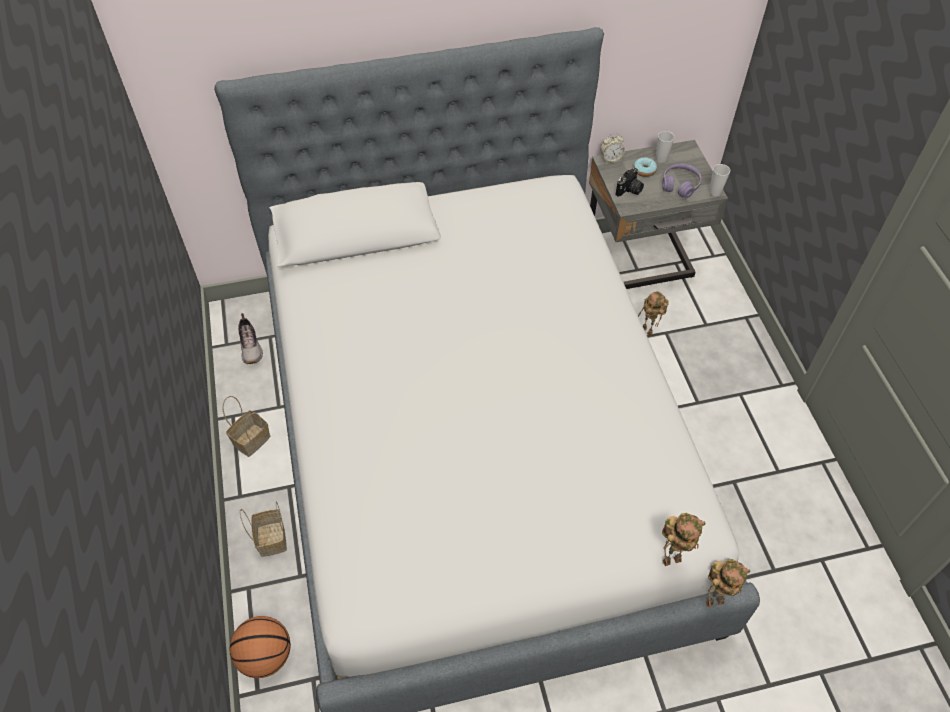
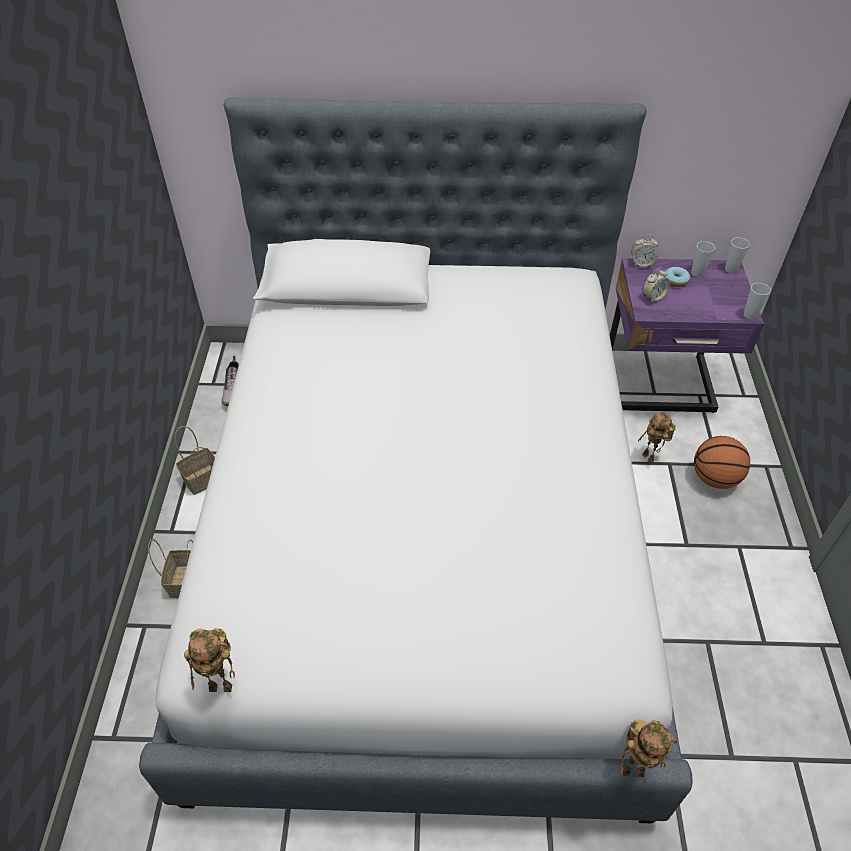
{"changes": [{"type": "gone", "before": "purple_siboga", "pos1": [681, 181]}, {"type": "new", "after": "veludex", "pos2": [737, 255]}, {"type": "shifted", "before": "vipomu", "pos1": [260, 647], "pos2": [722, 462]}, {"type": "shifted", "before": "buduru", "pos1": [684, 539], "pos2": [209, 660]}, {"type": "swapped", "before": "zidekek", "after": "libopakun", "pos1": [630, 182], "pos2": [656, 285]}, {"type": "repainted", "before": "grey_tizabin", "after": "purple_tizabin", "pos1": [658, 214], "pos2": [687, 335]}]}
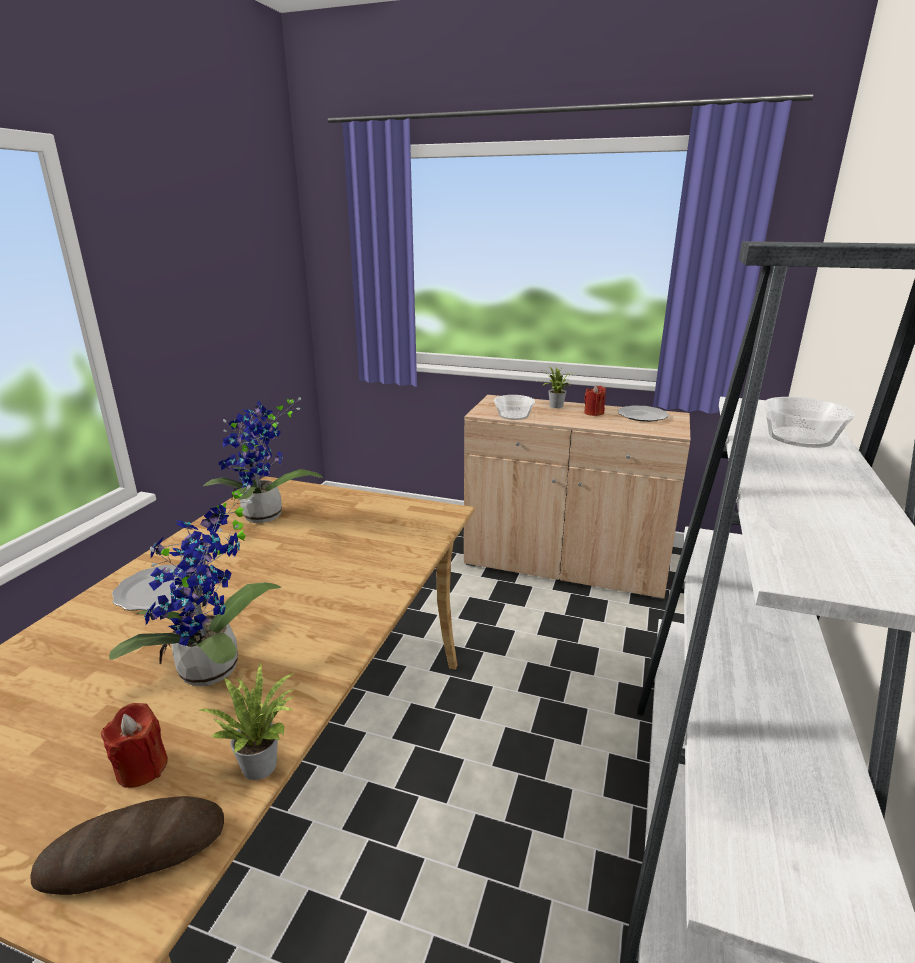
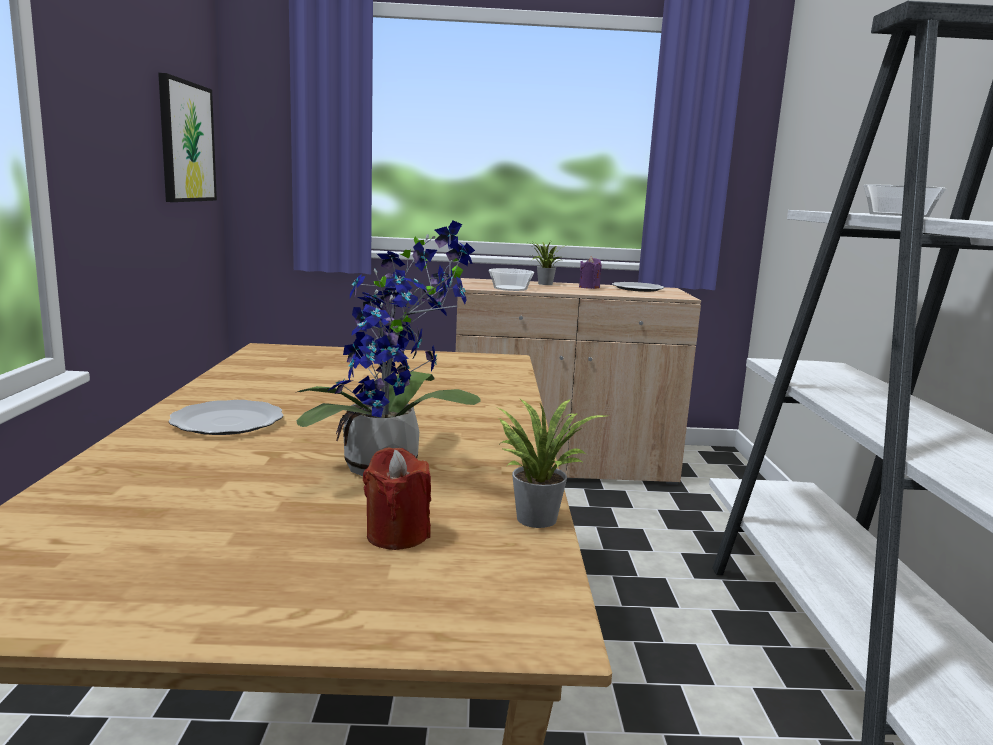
{"changes": [{"type": "gone", "before": "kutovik", "pos1": [127, 845]}, {"type": "gone", "before": "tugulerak", "pos1": [263, 460]}, {"type": "new", "after": "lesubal", "pos2": [187, 137]}, {"type": "repainted", "before": "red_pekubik", "after": "purple_pekubik", "pos1": [595, 400], "pos2": [590, 273]}]}
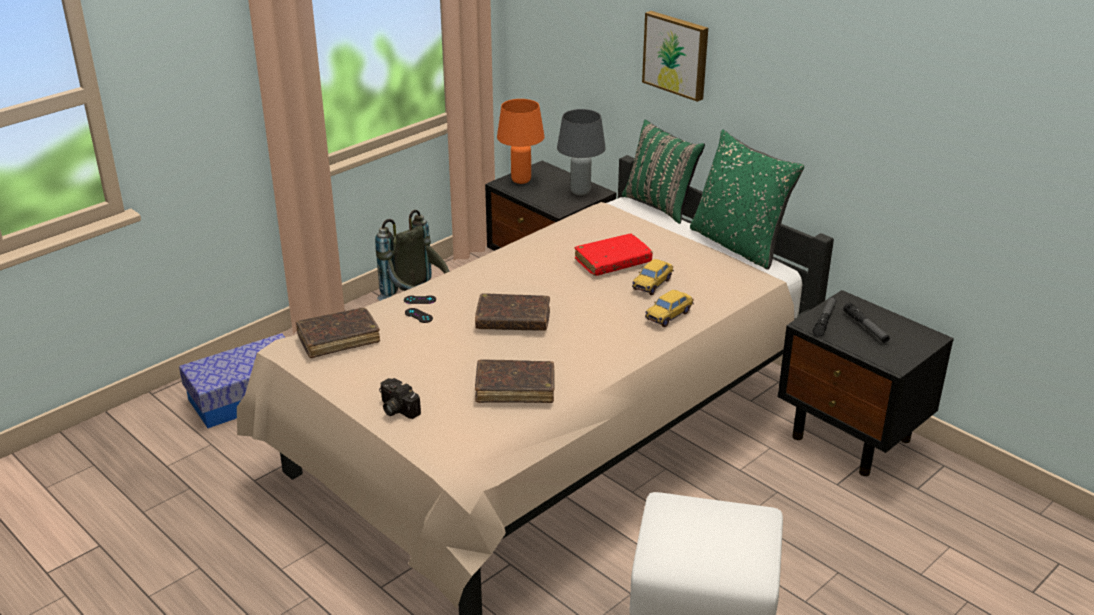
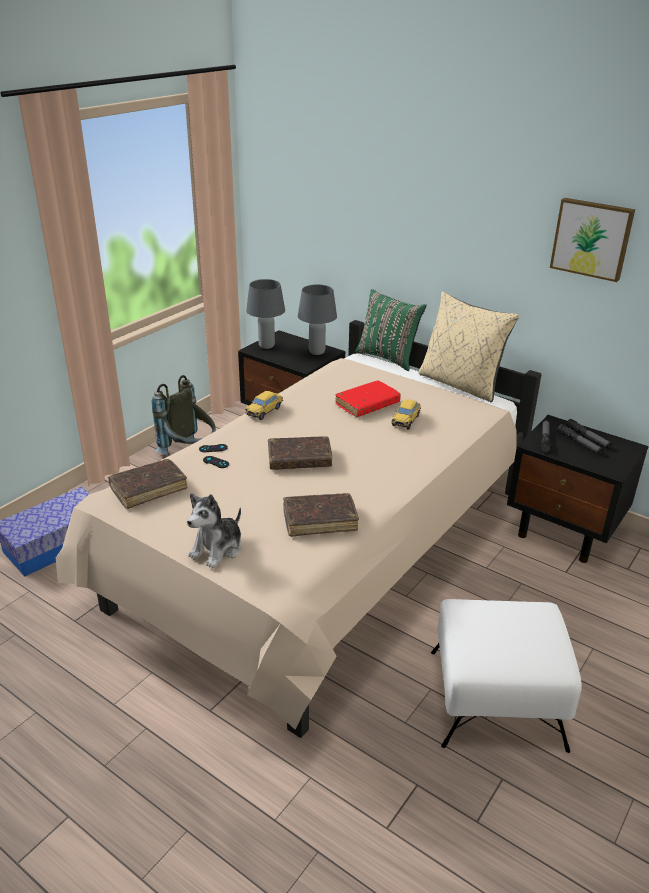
{"changes": [{"type": "new", "after": "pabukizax", "pos2": [589, 433]}, {"type": "shifted", "before": "lesubal", "pos1": [675, 56], "pos2": [592, 240]}, {"type": "shifted", "before": "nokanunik", "pos1": [669, 308], "pos2": [264, 405]}, {"type": "swapped", "before": "zidekek", "after": "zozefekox", "pos1": [400, 398], "pos2": [214, 531]}, {"type": "repainted", "before": "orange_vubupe", "after": "grey_vubupe", "pos1": [521, 141], "pos2": [265, 314]}, {"type": "repainted", "before": "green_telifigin", "after": "beige_telifigin", "pos1": [747, 199], "pos2": [469, 346]}]}
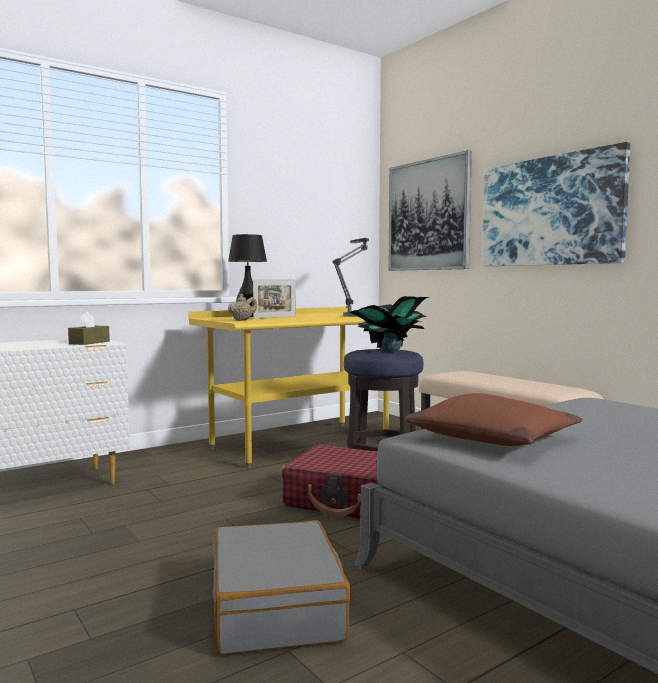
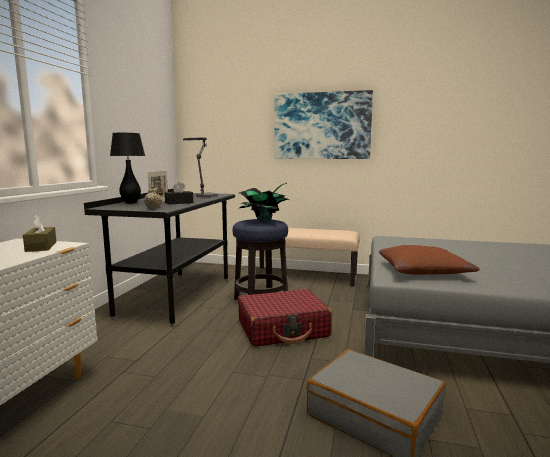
{"changes": [{"type": "gone", "before": "lesubal", "pos1": [430, 210]}, {"type": "new", "after": "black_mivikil", "pos2": [179, 193]}, {"type": "repainted", "before": "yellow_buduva", "after": "black_buduva", "pos1": [289, 387], "pos2": [159, 258]}]}
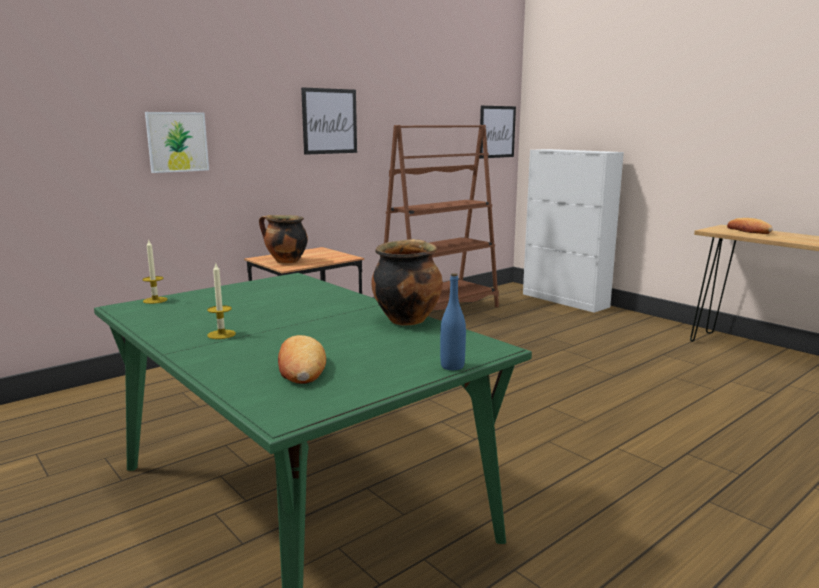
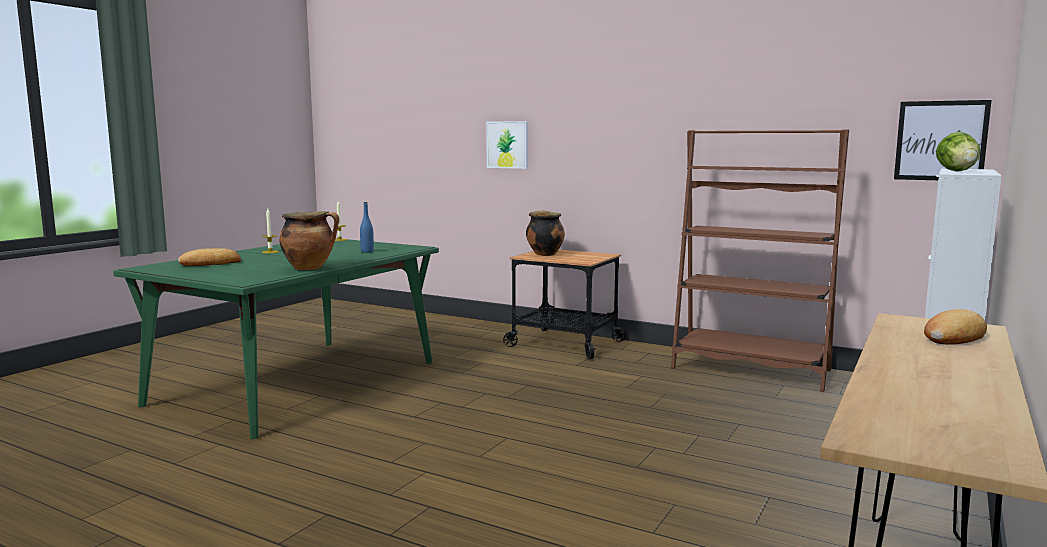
{"changes": [{"type": "gone", "before": "lesubal", "pos1": [329, 121]}, {"type": "new", "after": "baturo", "pos2": [958, 152]}, {"type": "shifted", "before": "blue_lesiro", "pos1": [453, 321], "pos2": [367, 227]}]}
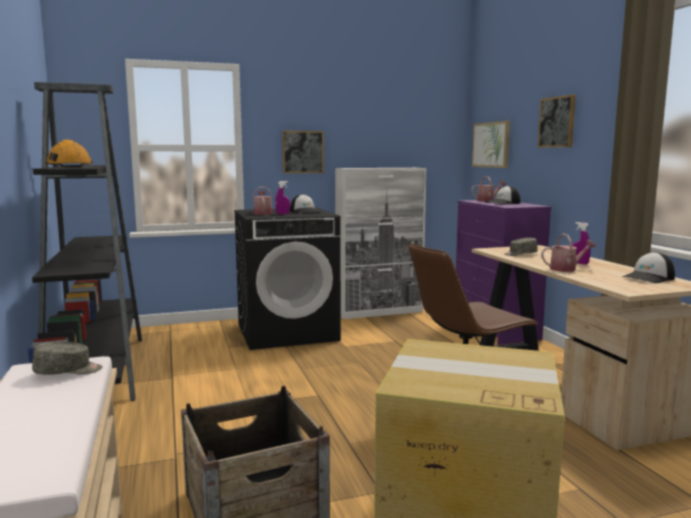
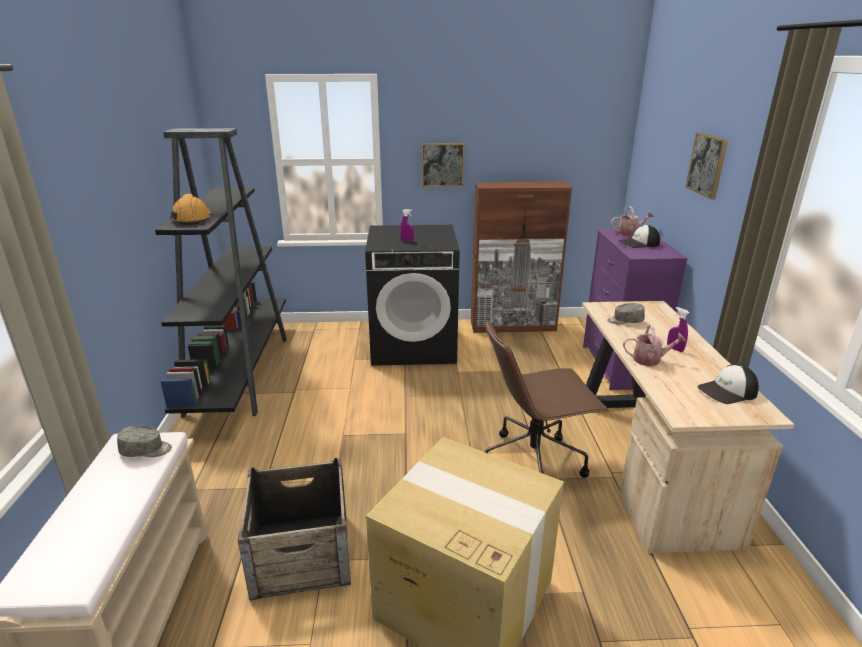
{"changes": [{"type": "gone", "before": "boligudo", "pos1": [263, 201]}, {"type": "gone", "before": "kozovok", "pos1": [305, 203]}, {"type": "gone", "before": "lesubal", "pos1": [491, 144]}, {"type": "repainted", "before": "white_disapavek", "after": "brown_disapavek", "pos1": [381, 243], "pos2": [521, 257]}]}
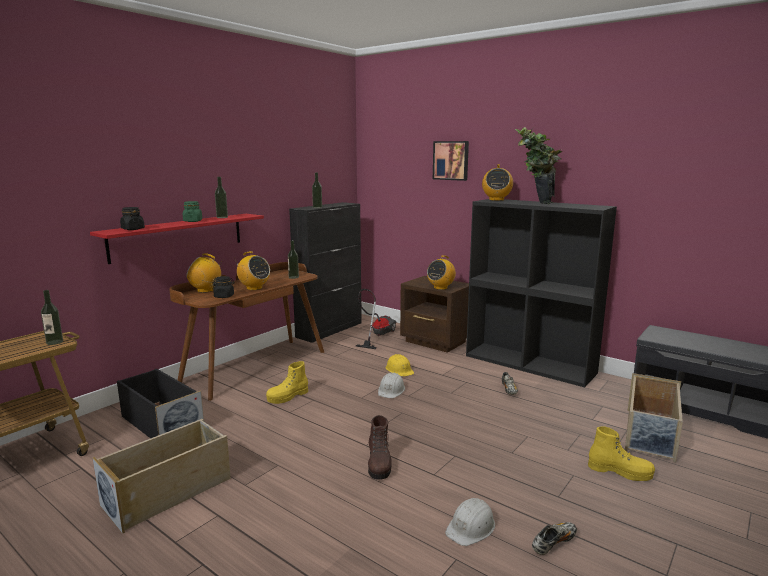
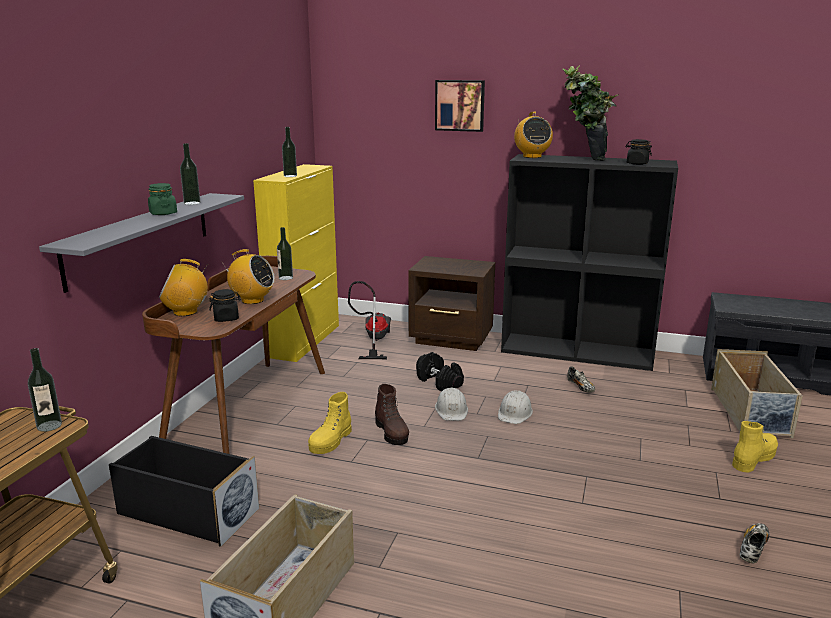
{"changes": [{"type": "gone", "before": "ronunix", "pos1": [441, 272]}, {"type": "shifted", "before": "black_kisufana", "pos1": [132, 218], "pos2": [638, 152]}, {"type": "shifted", "before": "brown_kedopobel", "pos1": [379, 447], "pos2": [392, 414]}, {"type": "shifted", "before": "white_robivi", "pos1": [470, 522], "pos2": [515, 407]}, {"type": "swapped", "before": "yellow_robivi", "after": "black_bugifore", "pos1": [400, 365], "pos2": [440, 371]}, {"type": "repainted", "before": "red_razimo", "after": "grey_razimo", "pos1": [177, 239], "pos2": [141, 243]}, {"type": "repainted", "before": "black_disapavek", "after": "yellow_disapavek", "pos1": [325, 272], "pos2": [296, 263]}, {"type": "rotated", "before": "yellow_kedopobel", "pos1": [621, 453], "pos2": [755, 447], "turn": -45}]}
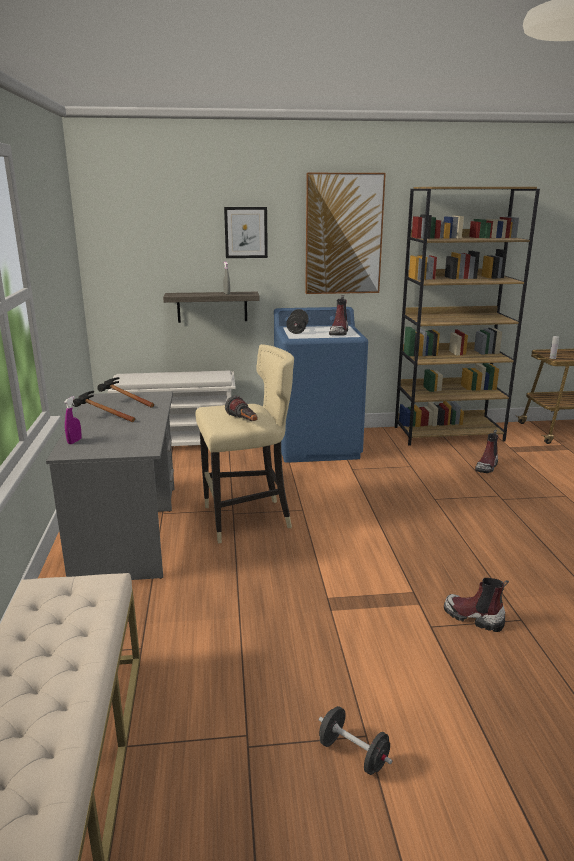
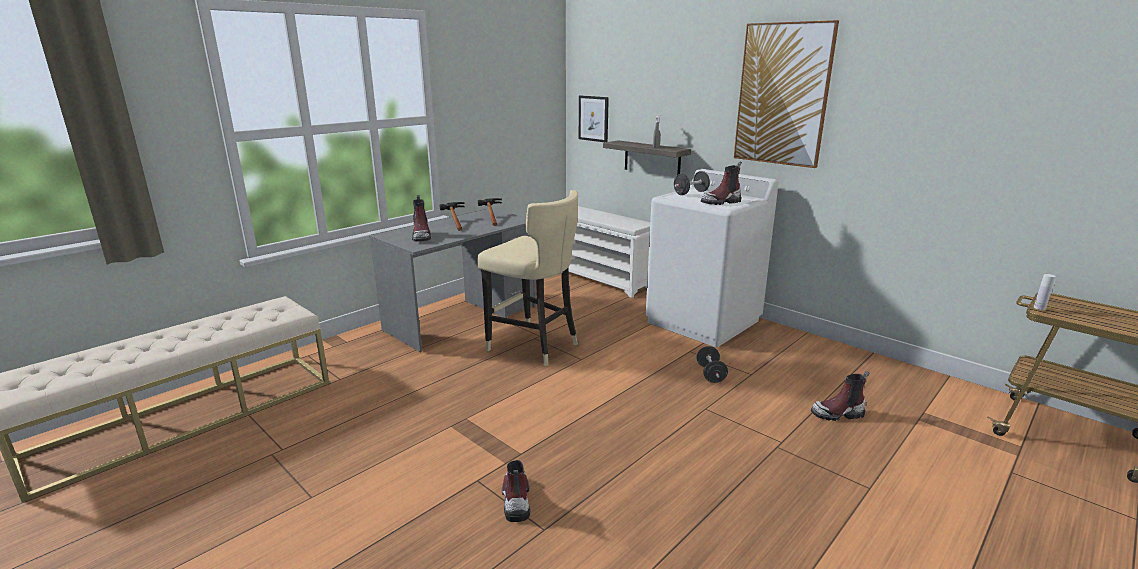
{"changes": [{"type": "gone", "before": "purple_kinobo", "pos1": [73, 420]}, {"type": "gone", "before": "pabukizax", "pos1": [241, 408]}, {"type": "gone", "before": "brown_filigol", "pos1": [467, 316]}, {"type": "new", "after": "kedopobel", "pos2": [421, 218]}, {"type": "shifted", "before": "lesubal", "pos1": [246, 232], "pos2": [594, 118]}, {"type": "shifted", "before": "black_bugifore", "pos1": [356, 740], "pos2": [712, 364]}, {"type": "repainted", "before": "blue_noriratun", "after": "white_noriratun", "pos1": [321, 385], "pos2": [712, 258]}]}
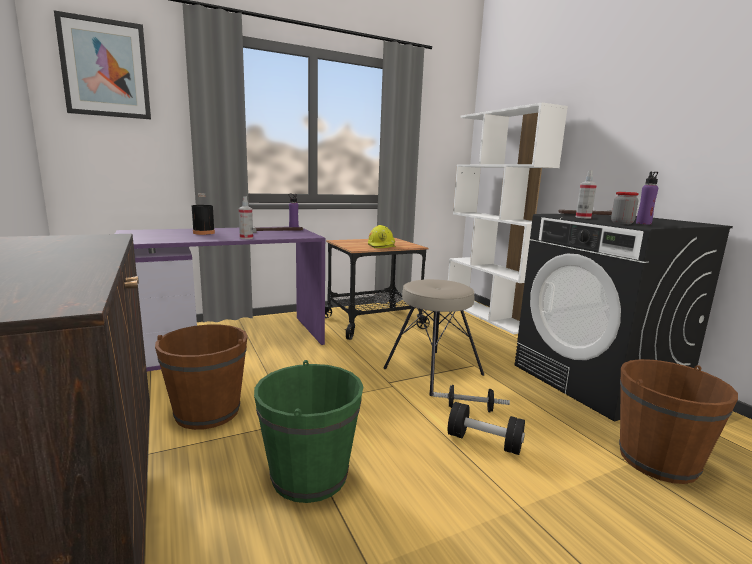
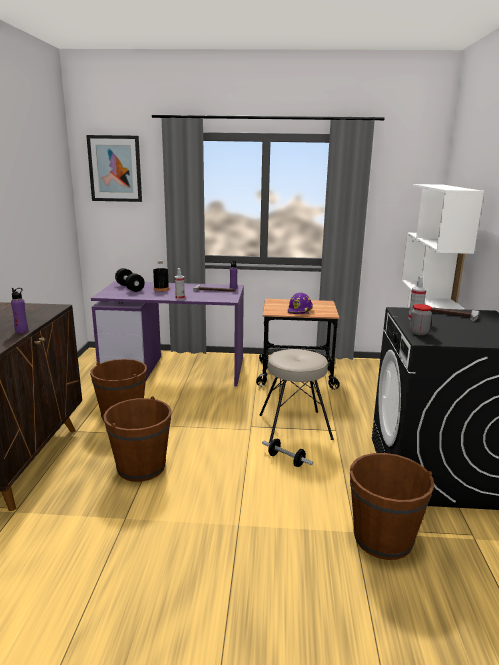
{"changes": [{"type": "shifted", "before": "black_bugifore", "pos1": [486, 428], "pos2": [130, 280]}, {"type": "shifted", "before": "purple_lesiro", "pos1": [647, 198], "pos2": [19, 310]}, {"type": "repainted", "before": "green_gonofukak", "after": "brown_gonofukak", "pos1": [308, 431], "pos2": [138, 439]}, {"type": "repainted", "before": "yellow_robivi", "after": "purple_robivi", "pos1": [381, 236], "pos2": [300, 303]}]}
